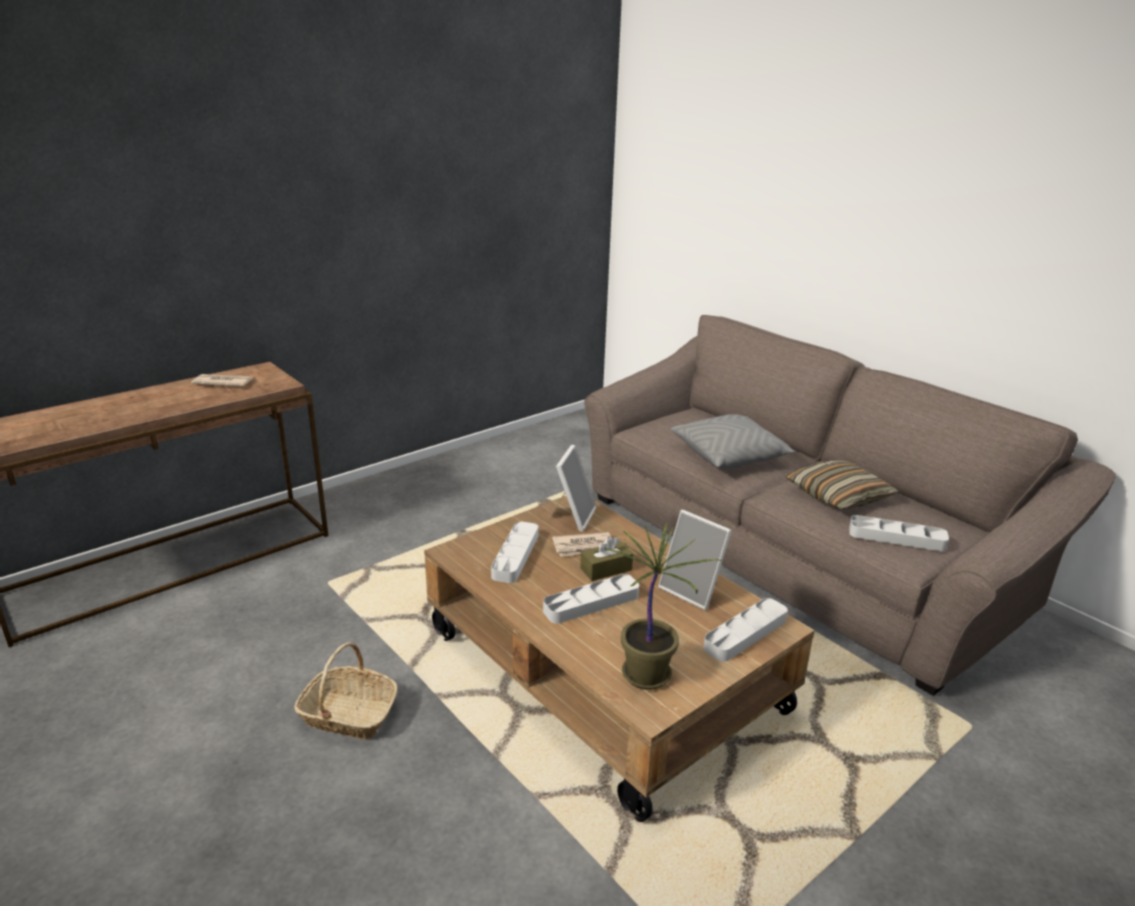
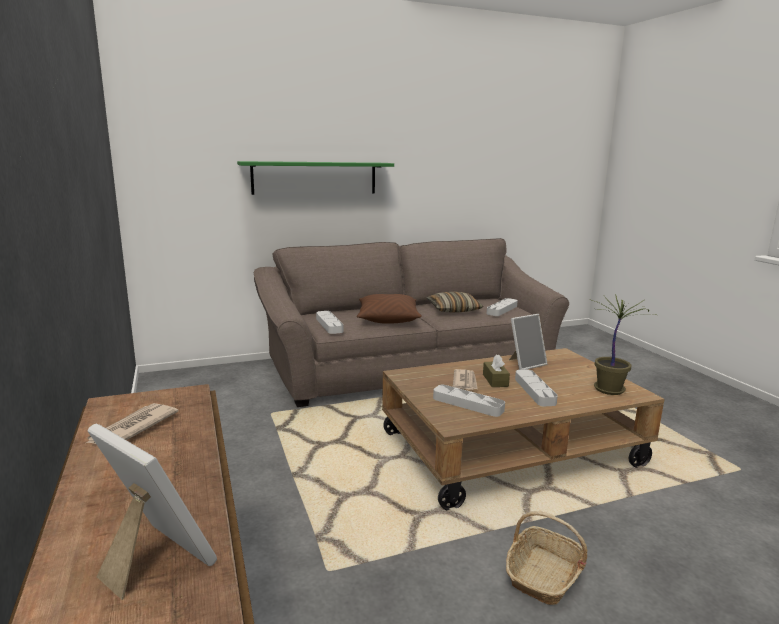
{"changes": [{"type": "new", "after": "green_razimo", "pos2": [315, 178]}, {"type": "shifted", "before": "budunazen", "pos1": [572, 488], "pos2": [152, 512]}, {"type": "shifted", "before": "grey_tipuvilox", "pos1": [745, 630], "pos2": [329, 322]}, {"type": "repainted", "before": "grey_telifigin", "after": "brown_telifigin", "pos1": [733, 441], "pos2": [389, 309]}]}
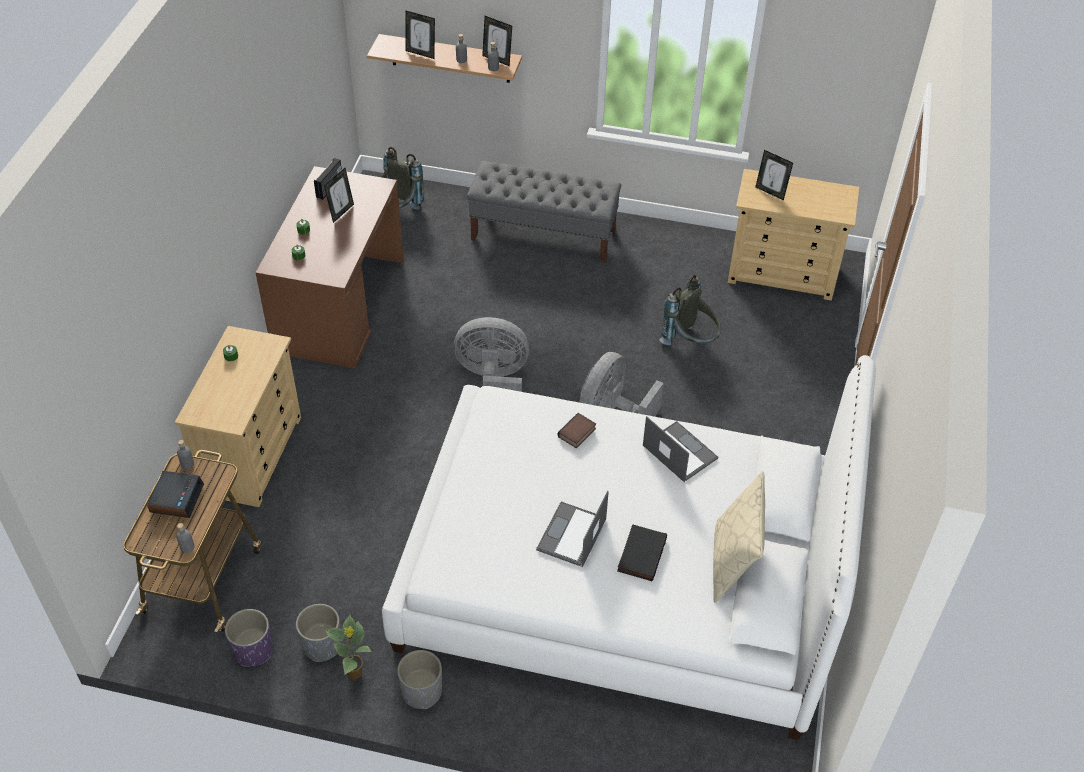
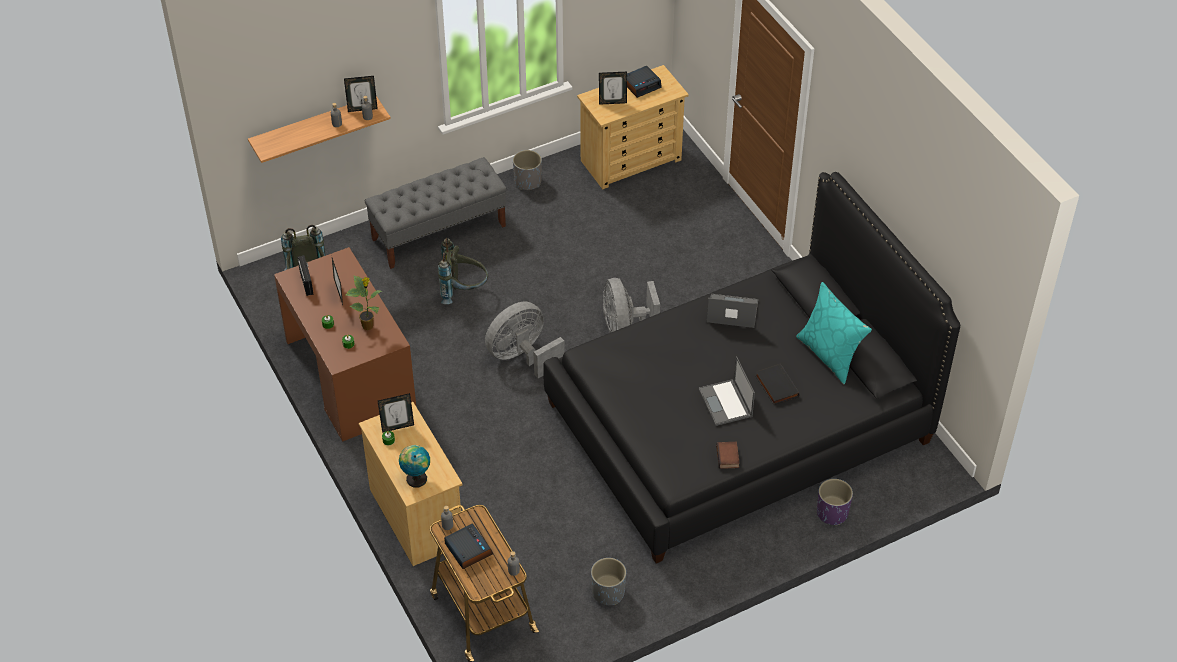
{"changes": [{"type": "new", "after": "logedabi", "pos2": [414, 466]}, {"type": "new", "after": "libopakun", "pos2": [644, 82]}, {"type": "shifted", "before": "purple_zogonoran", "pos1": [249, 638], "pos2": [835, 502]}, {"type": "shifted", "before": "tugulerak", "pos1": [348, 646], "pos2": [364, 302]}, {"type": "shifted", "before": "grey_zogonoran", "pos1": [419, 679], "pos2": [527, 170]}, {"type": "shifted", "before": "budunazen", "pos1": [420, 35], "pos2": [396, 413]}, {"type": "shifted", "before": "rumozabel", "pos1": [576, 430], "pos2": [728, 455]}, {"type": "shifted", "before": "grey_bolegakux", "pos1": [690, 310], "pos2": [463, 271]}, {"type": "repainted", "before": "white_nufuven", "after": "black_nufuven", "pos1": [629, 547], "pos2": [751, 368]}, {"type": "repainted", "before": "beige_telifigin", "after": "turquoise_telifigin", "pos1": [739, 537], "pos2": [834, 333]}]}
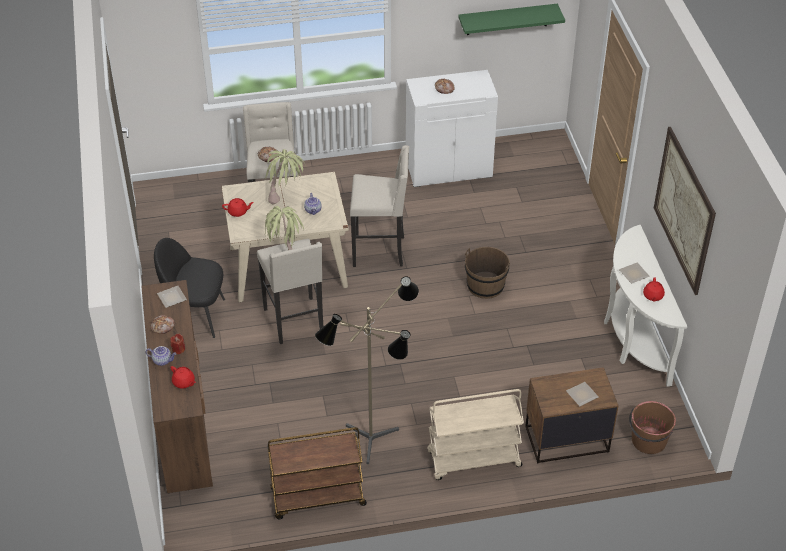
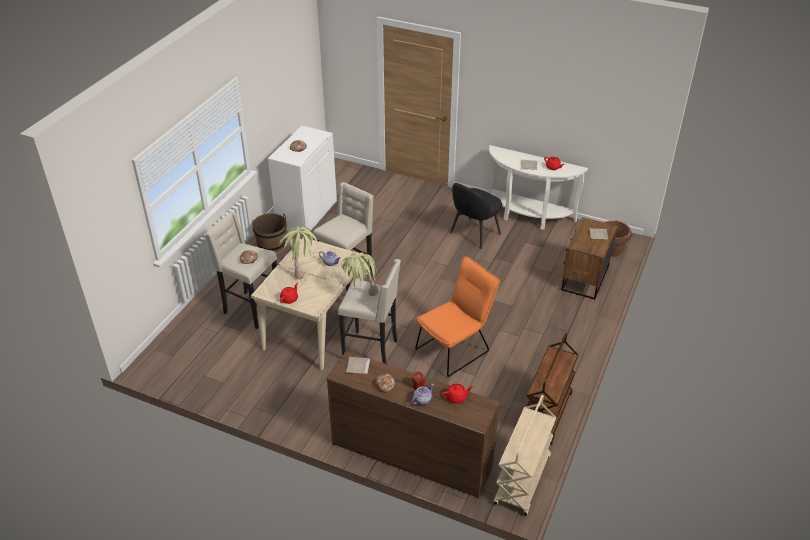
{"changes": [{"type": "gone", "before": "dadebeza", "pos1": [367, 370]}, {"type": "gone", "before": "green_razimo", "pos1": [511, 19]}, {"type": "gone", "before": "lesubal", "pos1": [685, 211]}, {"type": "new", "after": "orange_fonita", "pos2": [457, 317]}, {"type": "shifted", "before": "black_fonita", "pos1": [189, 288], "pos2": [476, 216]}, {"type": "shifted", "before": "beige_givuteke", "pos1": [475, 434], "pos2": [525, 455]}, {"type": "shifted", "before": "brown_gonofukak", "pos1": [487, 273], "pos2": [269, 232]}]}
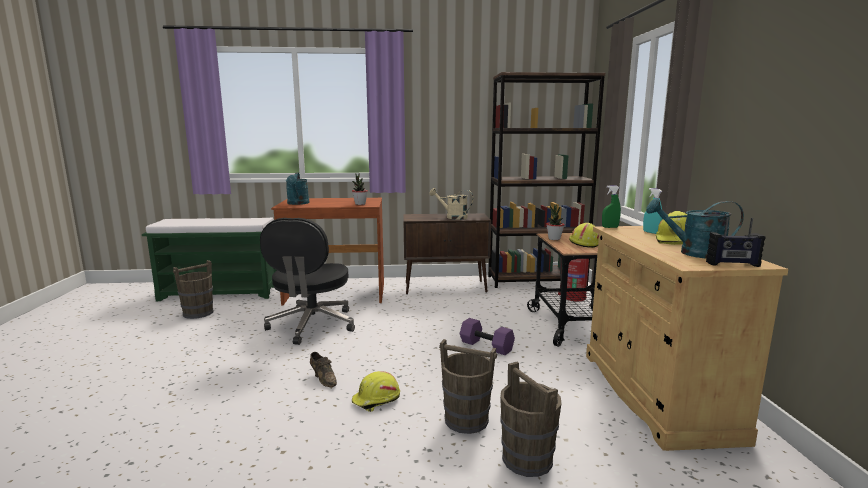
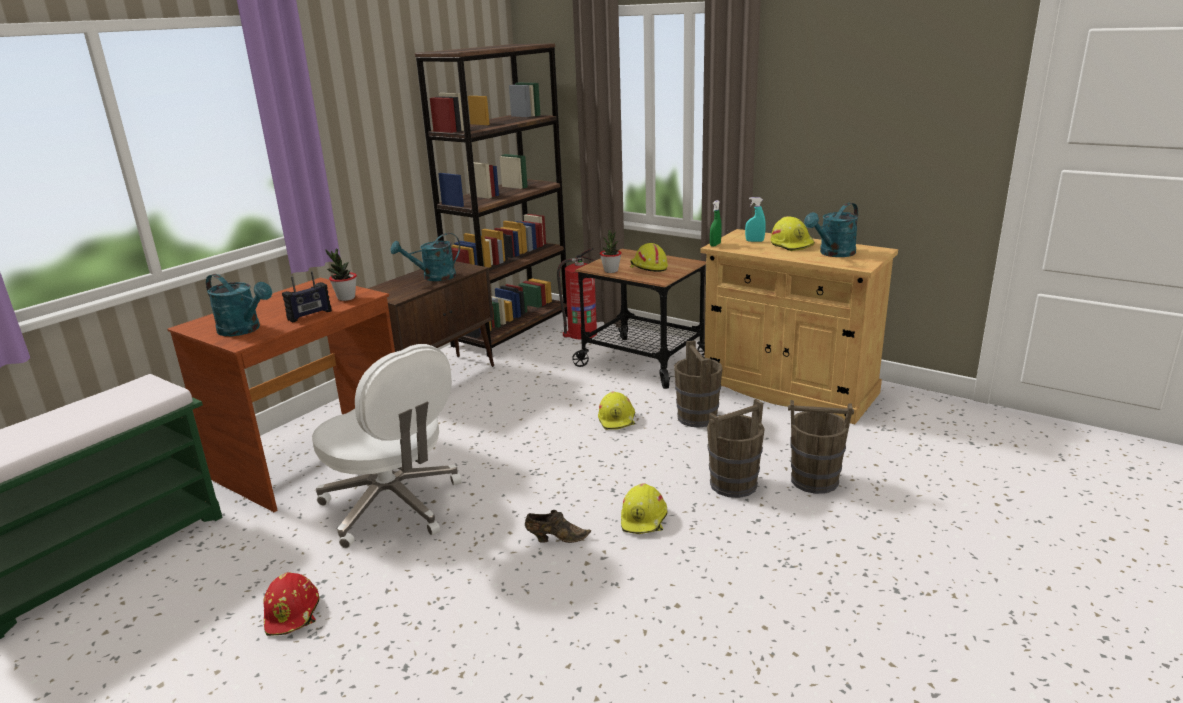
{"changes": [{"type": "new", "after": "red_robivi", "pos2": [292, 604]}, {"type": "shifted", "before": "brown_gonofukak", "pos1": [193, 289], "pos2": [698, 384]}, {"type": "shifted", "before": "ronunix", "pos1": [735, 242], "pos2": [307, 296]}, {"type": "swapped", "before": "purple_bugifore", "after": "yellow_robivi", "pos1": [487, 336], "pos2": [616, 410]}, {"type": "repainted", "before": "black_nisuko", "after": "white_nisuko", "pos1": [307, 281], "pos2": [387, 446]}, {"type": "repainted", "before": "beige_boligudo", "after": "turquoise_boligudo", "pos1": [451, 204], "pos2": [425, 257]}]}
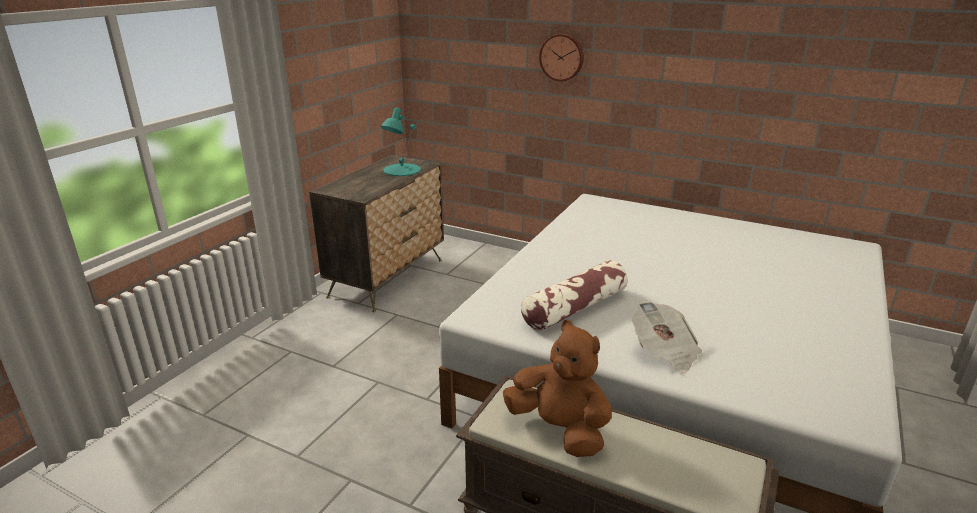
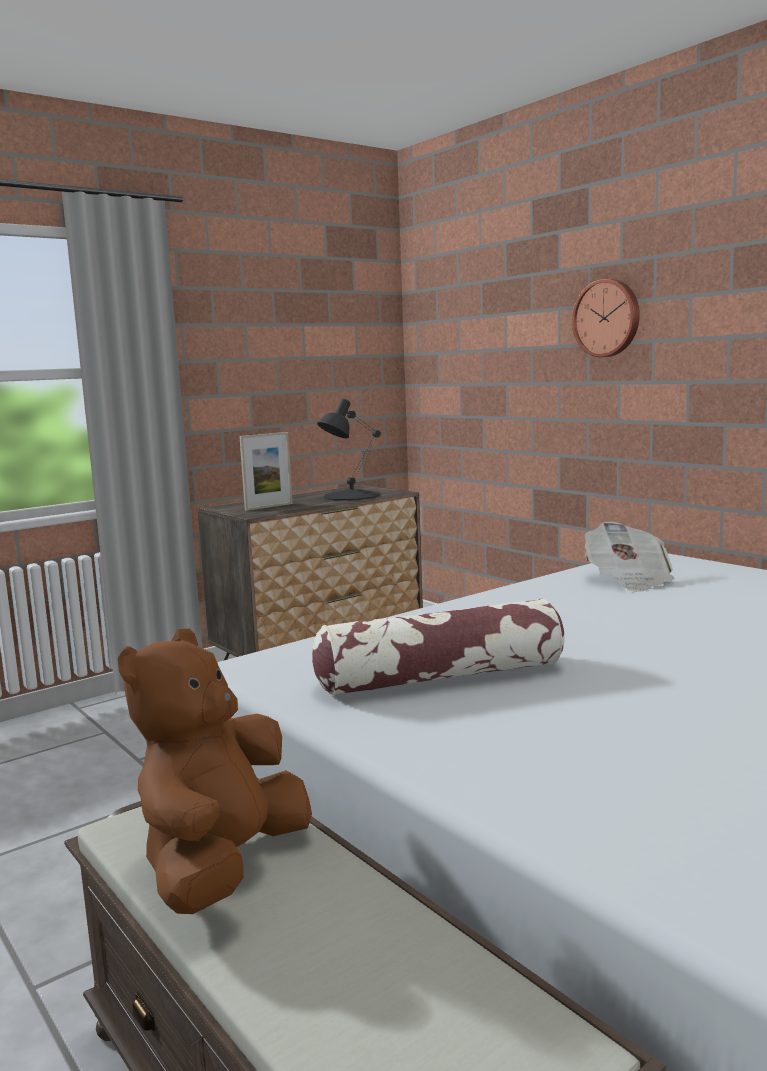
{"changes": [{"type": "new", "after": "budunazen", "pos2": [266, 471]}, {"type": "shifted", "before": "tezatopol", "pos1": [667, 336], "pos2": [630, 557]}, {"type": "repainted", "before": "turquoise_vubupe", "after": "black_vubupe", "pos1": [401, 142], "pos2": [349, 450]}, {"type": "rotated", "before": "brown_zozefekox", "pos1": [557, 388], "pos2": [215, 771], "turn": -135}]}
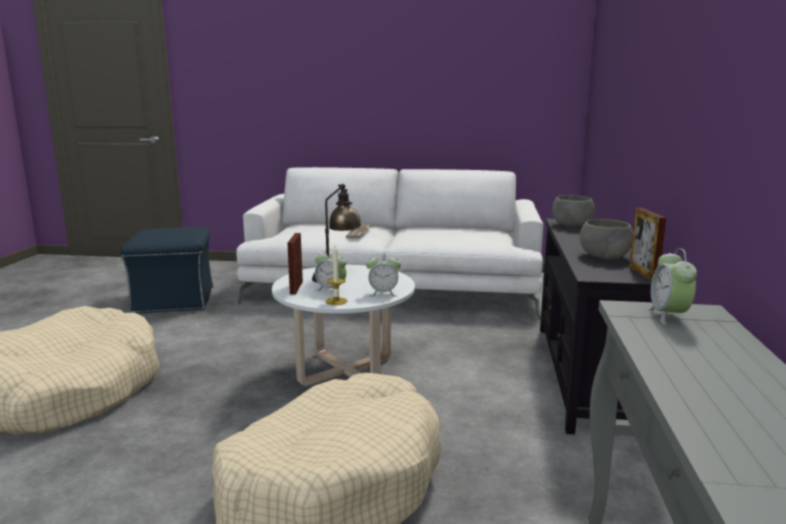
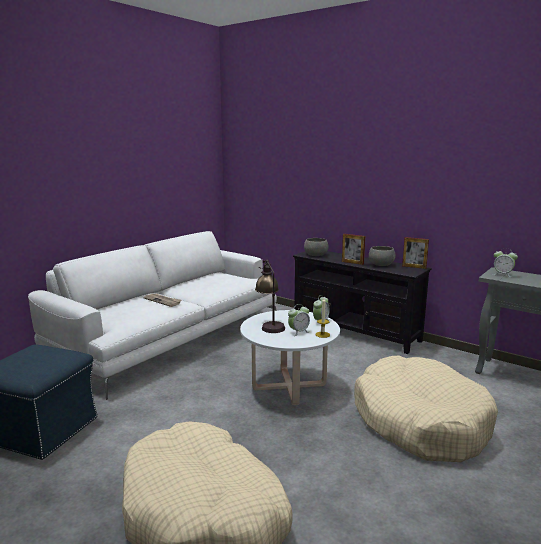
{"changes": [{"type": "shifted", "before": "budunazen", "pos1": [295, 264], "pos2": [353, 249]}]}
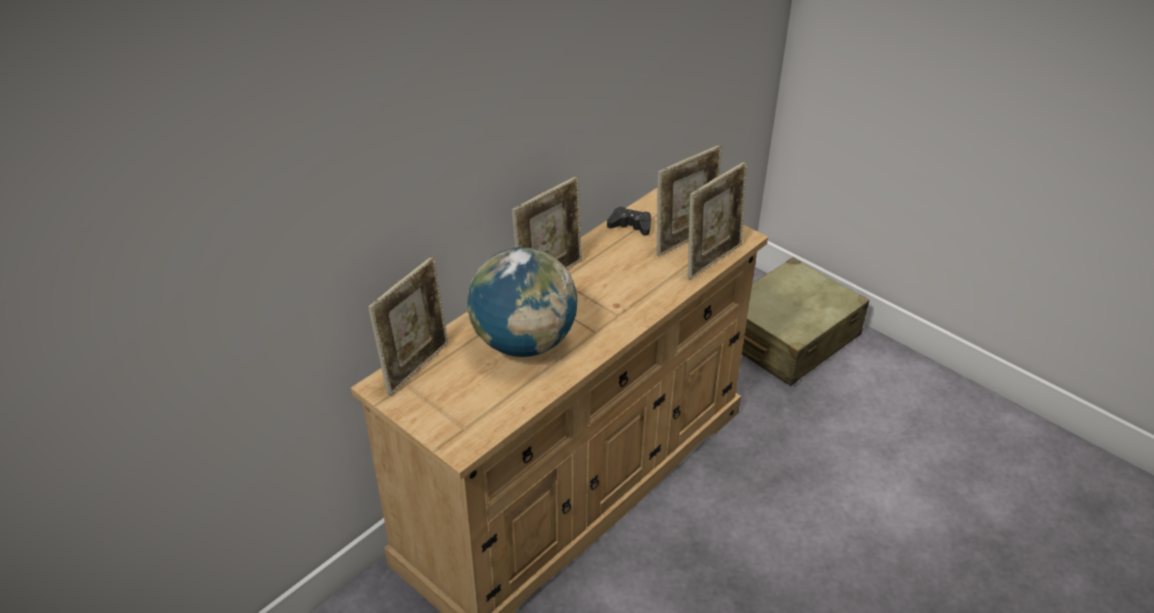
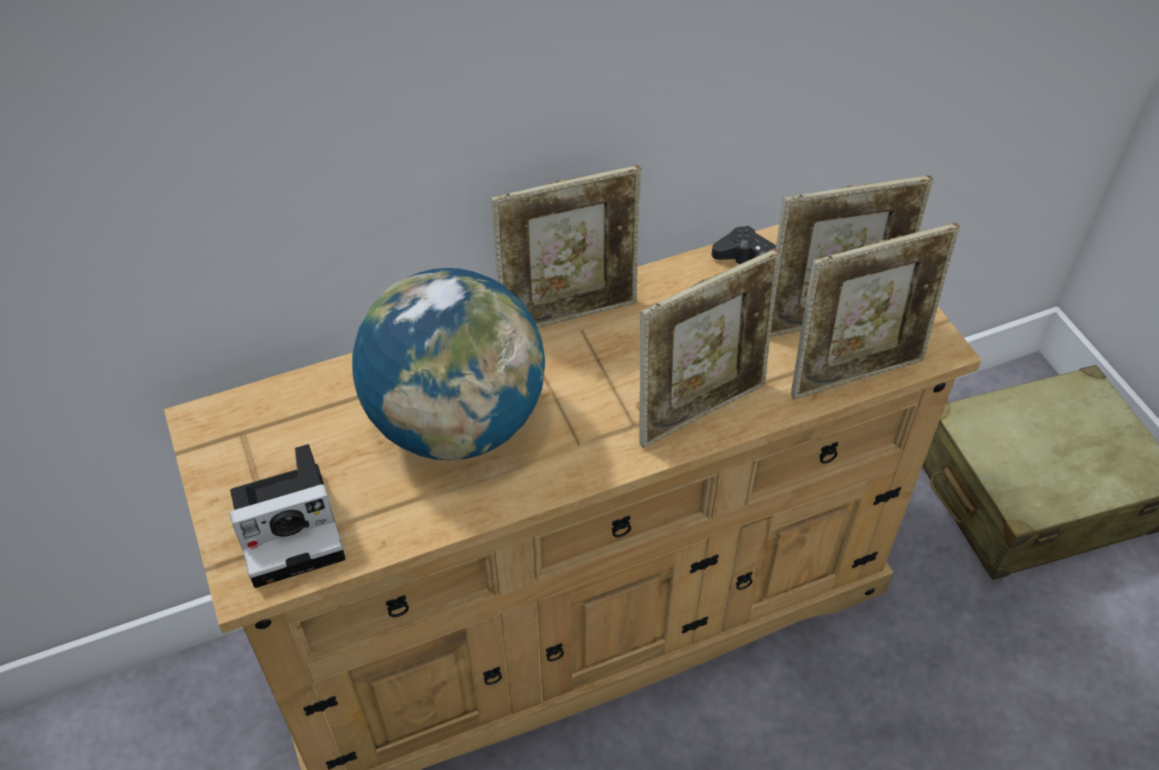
{"changes": [{"type": "new", "after": "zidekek", "pos2": [287, 516]}, {"type": "shifted", "before": "budunazen", "pos1": [408, 326], "pos2": [710, 348]}]}
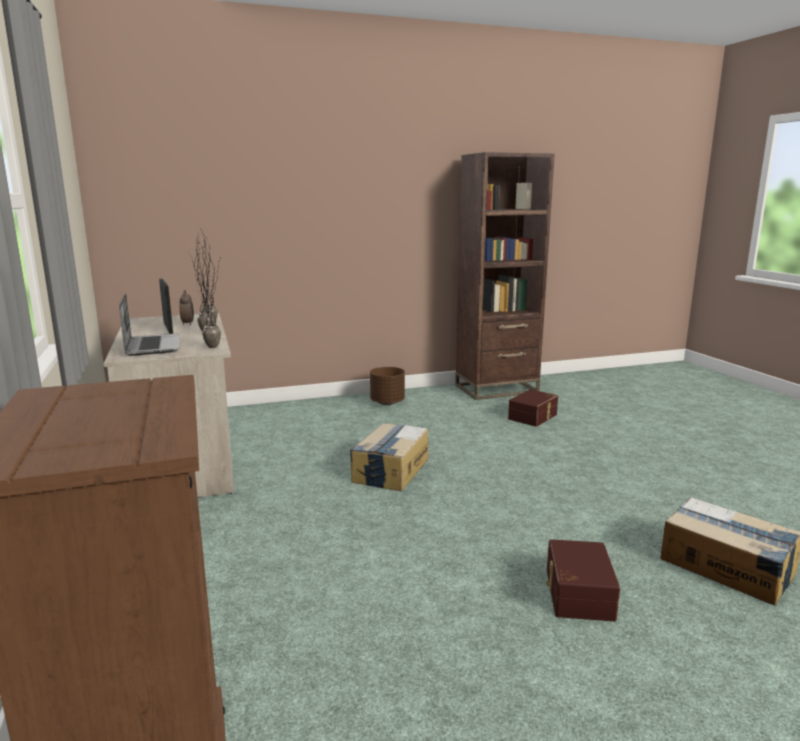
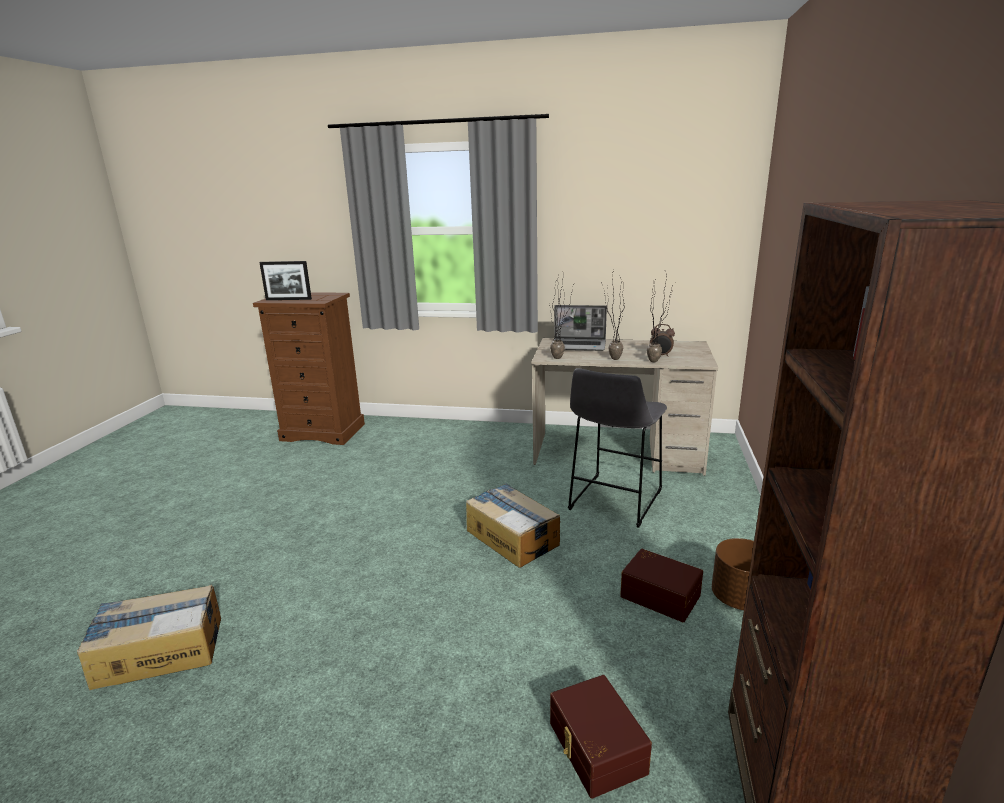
{"changes": [{"type": "new", "after": "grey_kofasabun", "pos2": [617, 448]}, {"type": "shifted", "before": "budunazen", "pos1": [166, 306], "pos2": [285, 280]}, {"type": "shifted", "before": "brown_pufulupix", "pos1": [583, 580], "pos2": [661, 585]}]}
